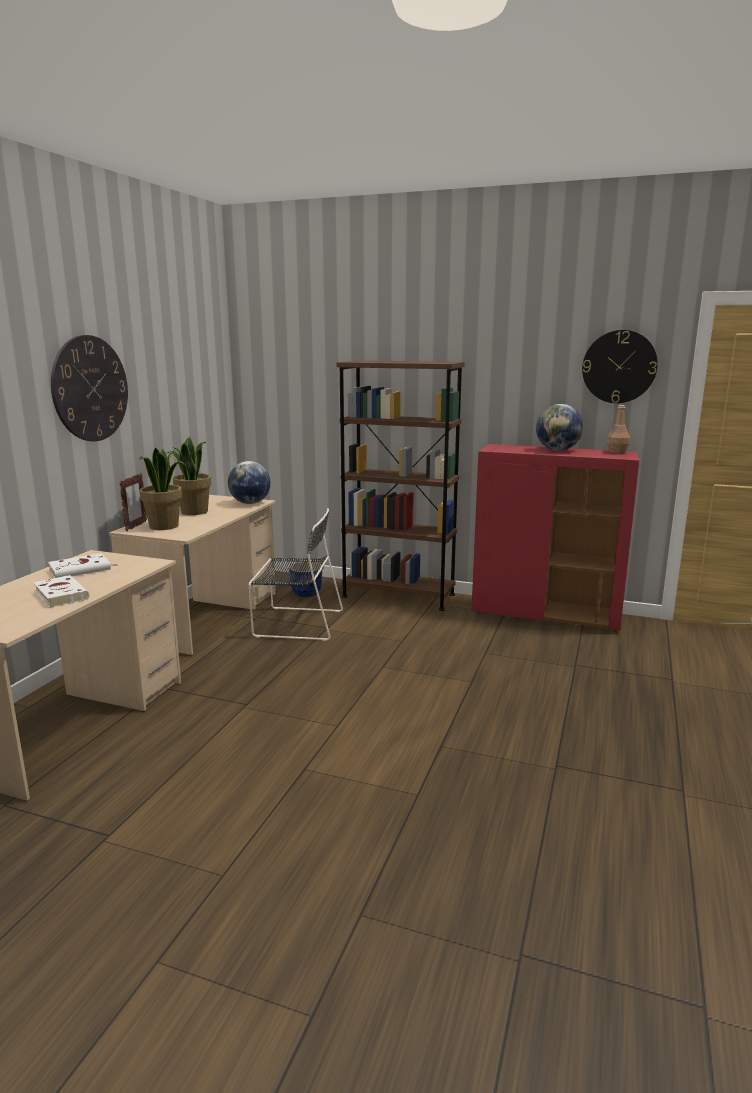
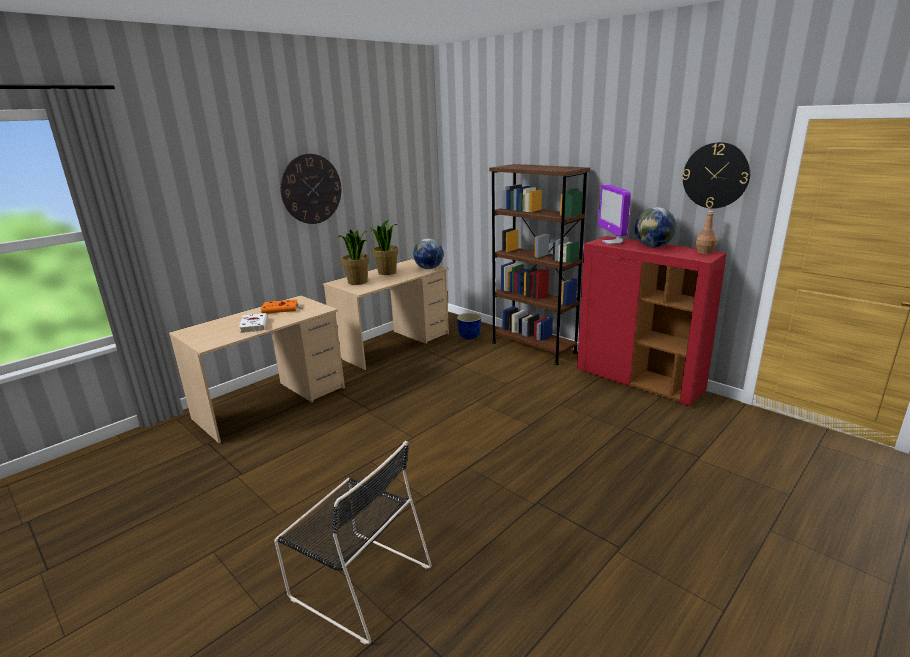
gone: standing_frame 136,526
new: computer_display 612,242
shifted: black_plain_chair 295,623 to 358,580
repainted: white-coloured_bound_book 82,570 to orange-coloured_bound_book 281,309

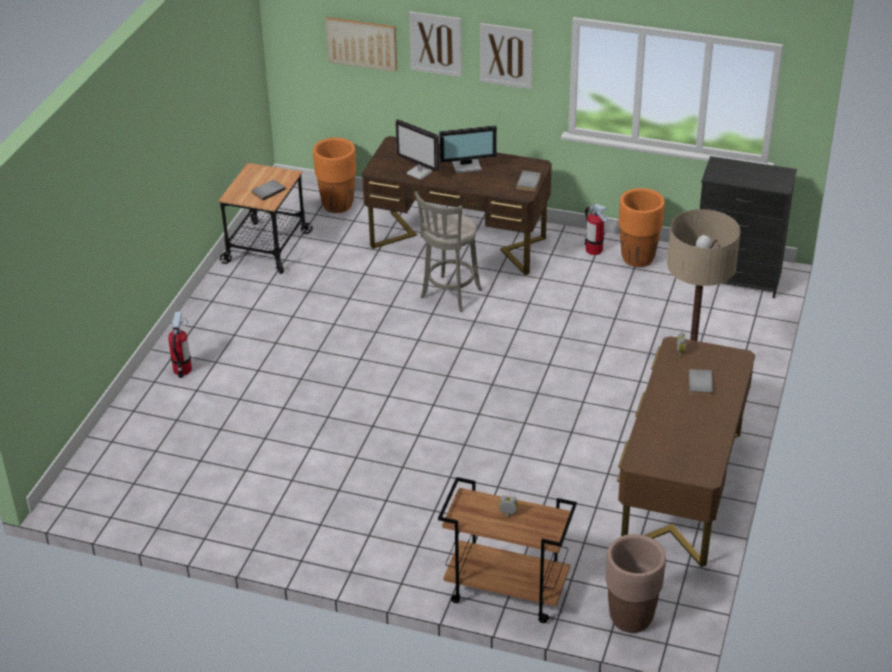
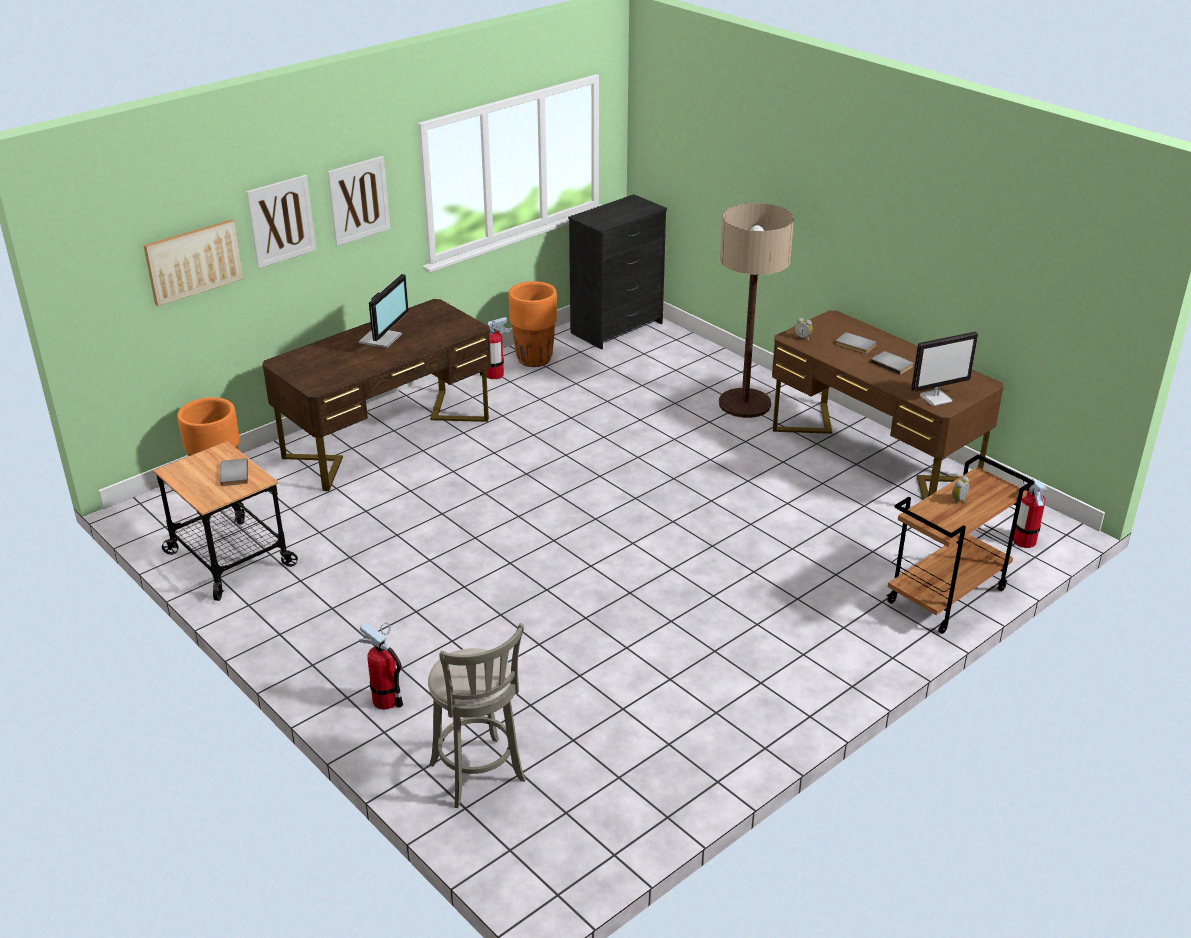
shifted: computer_display 419,173 to 936,398; grey_stool_seat 449,295 to 479,776; grey_bound_book 529,182 to 892,364
swapped: brownish_plant_pot 631,618 to fire_extinguisher 1024,541

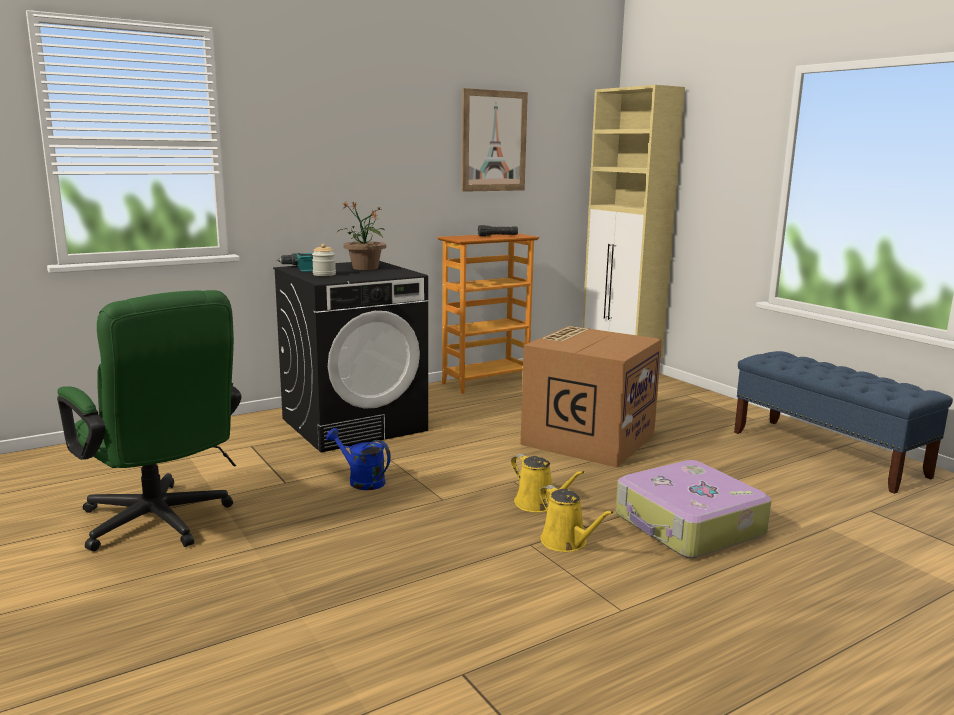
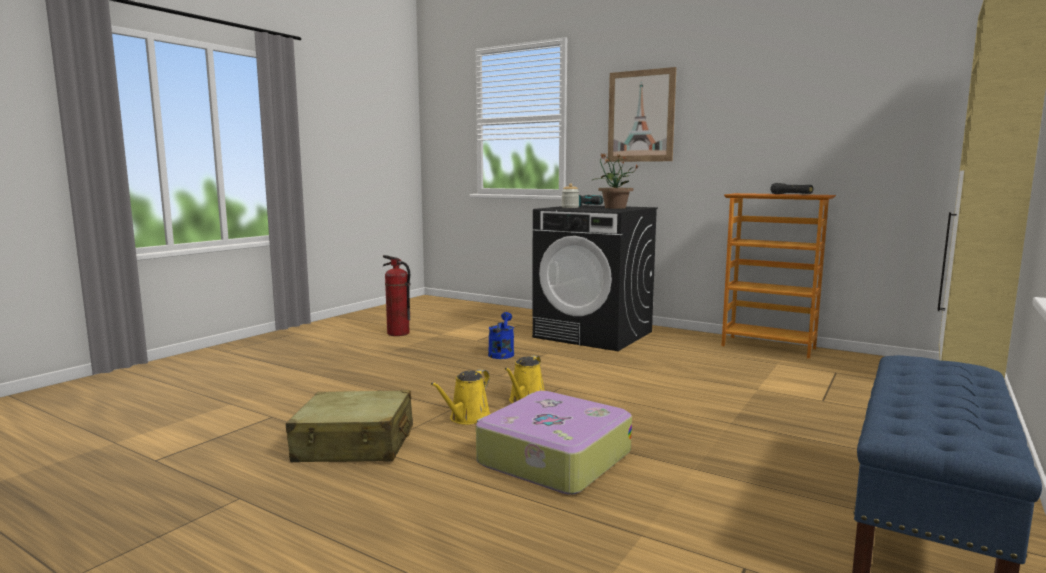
gone: packing_box 587,438
new: beige-coloured_suitcase 355,445
shifted: wall_picture 494,141 to 641,116
swapped: green_office_chair 161,524 to fire_extinguisher 398,333

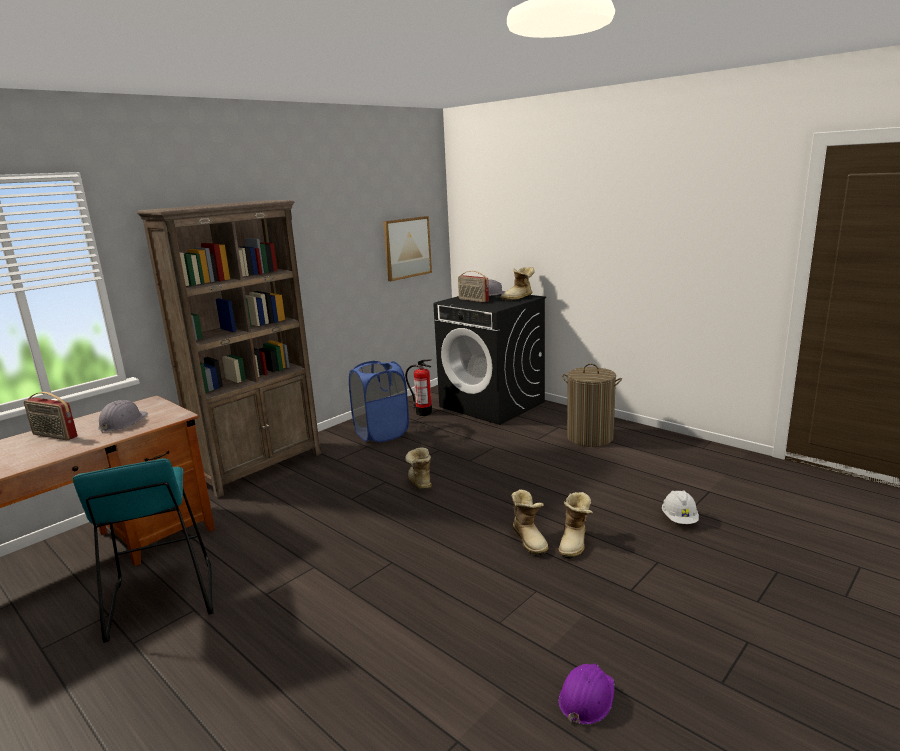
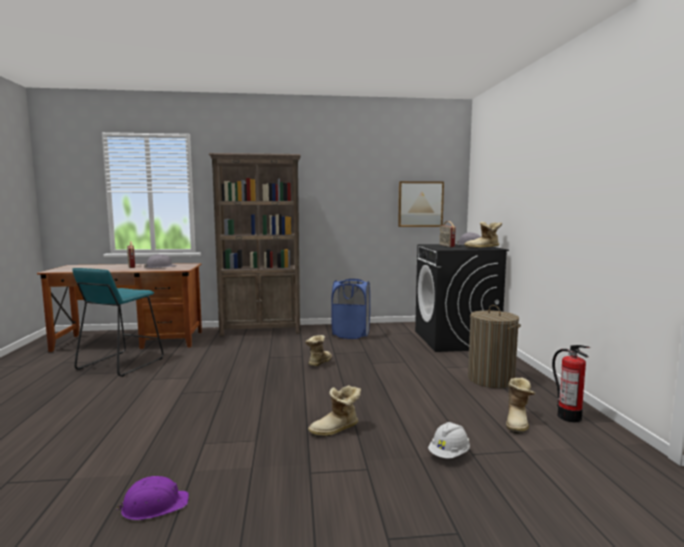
shifted: fire_extinguisher 424,412 to 569,417; high-top_boot 530,539 to 518,422

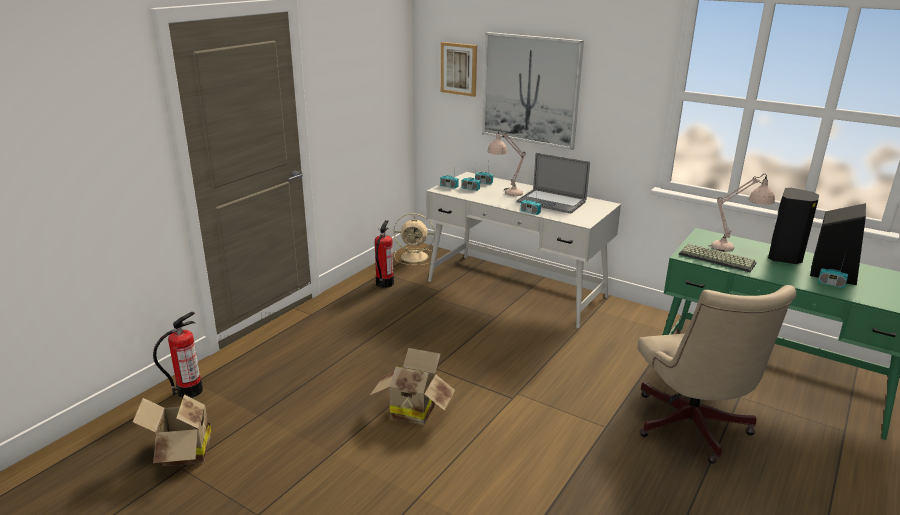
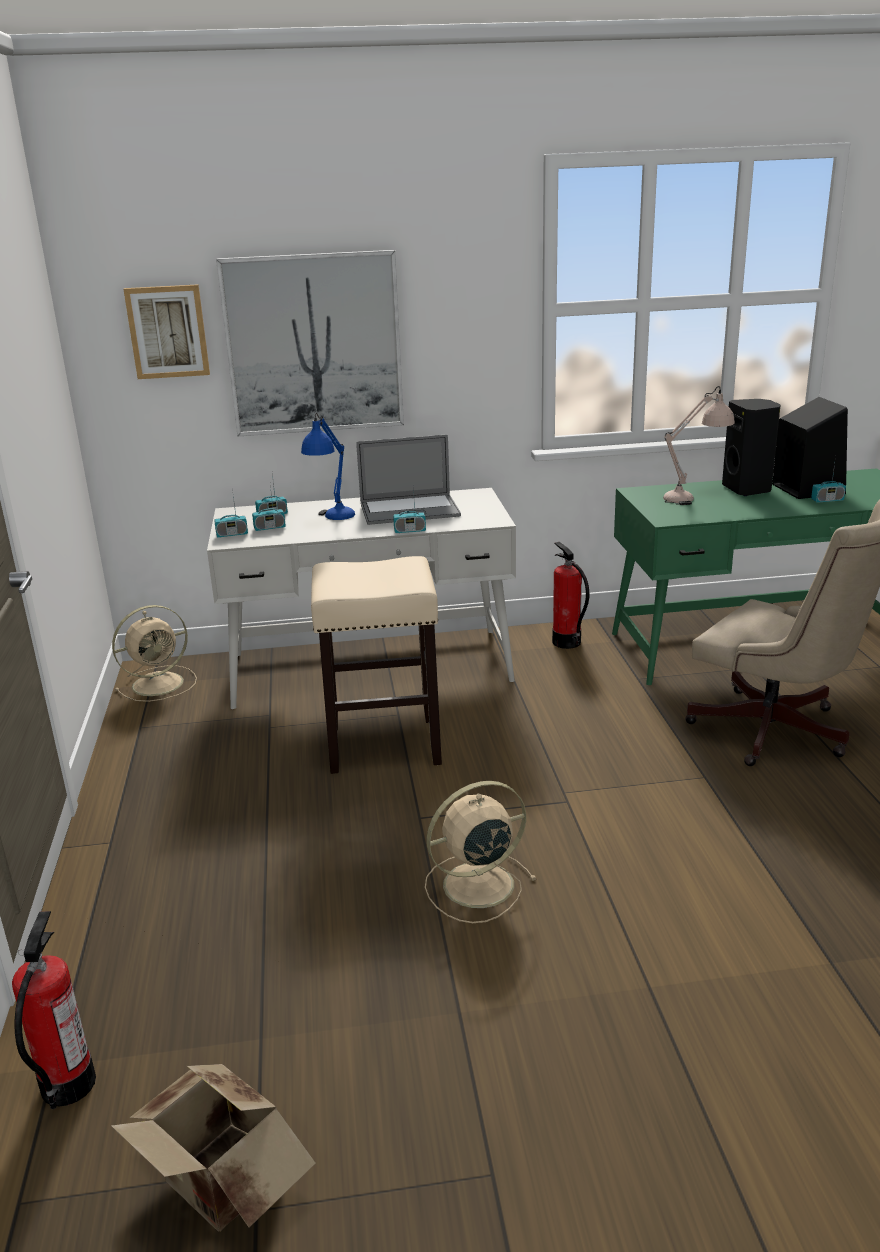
gone: computer_keyboard 715,259
new: beige-coloured_stool_seat 382,745
shifted: fire_extinguisher 384,283 to 566,642
swapped: packing_box 413,409 to beige-coloured_cooling_fan 475,886
repainted: beige-coloured_table_lamp 505,194 to blue_table_lamp 332,520

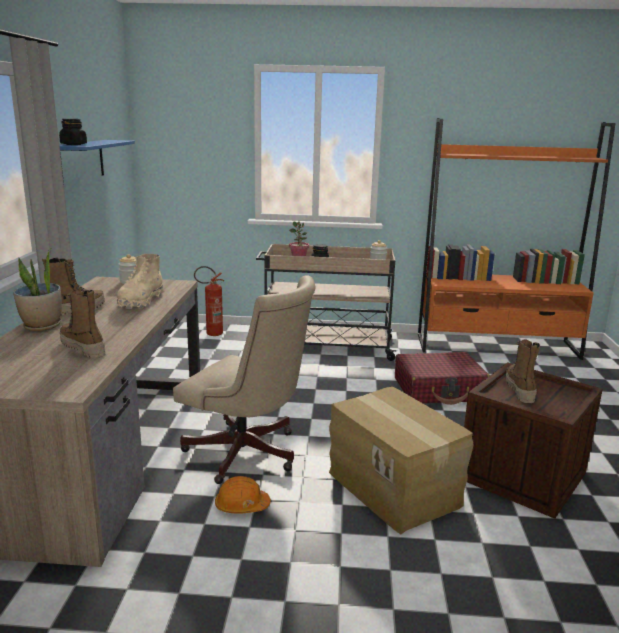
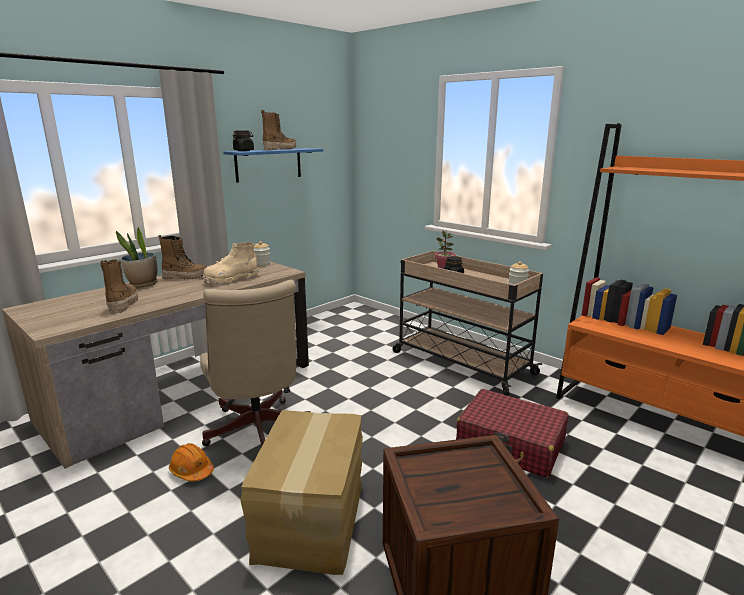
gone: fire_extinguisher 210,334
shifted: high-top_boot 519,389 to 280,149

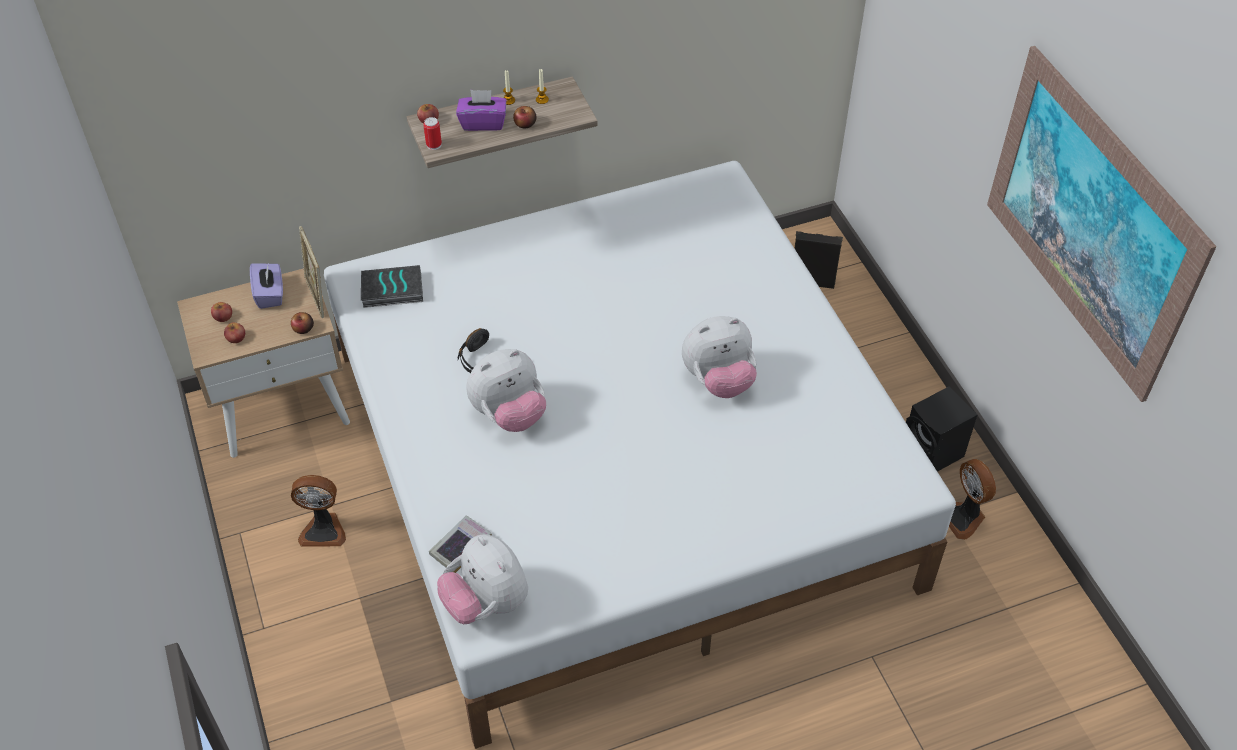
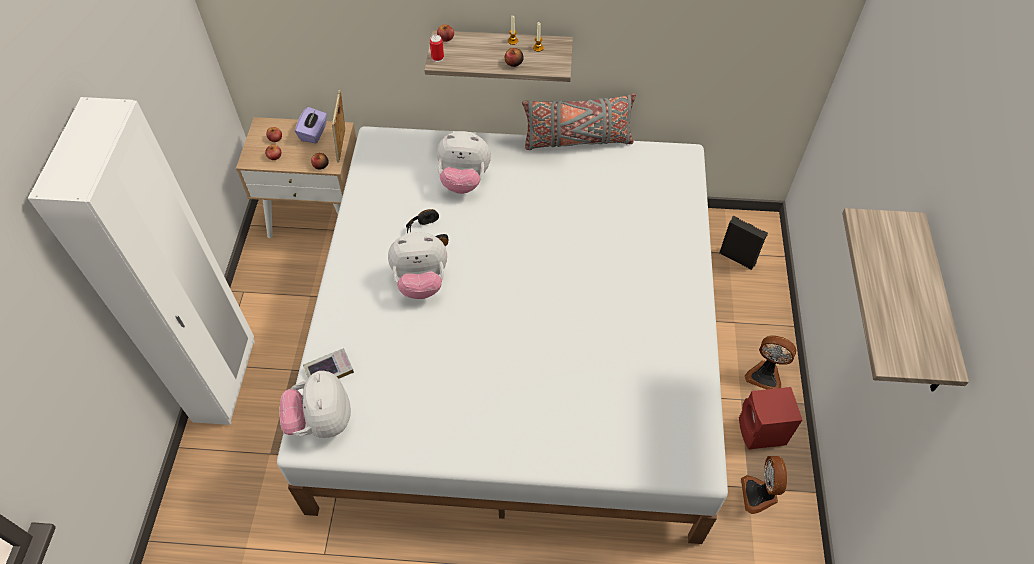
gone: bound_book 391,291; purplish_tissue_holder 483,122
new: white-coloured_armoire 226,380; grey_pillow 577,141
shifted: cooling_fan 323,529 to 765,375; cuddly_toy 718,380 to 464,180
swapped: wall_picture 1090,222 to bracket_shelf 932,310
repainted: black_loudspeaker 933,454 to red_loudspeaker 761,433

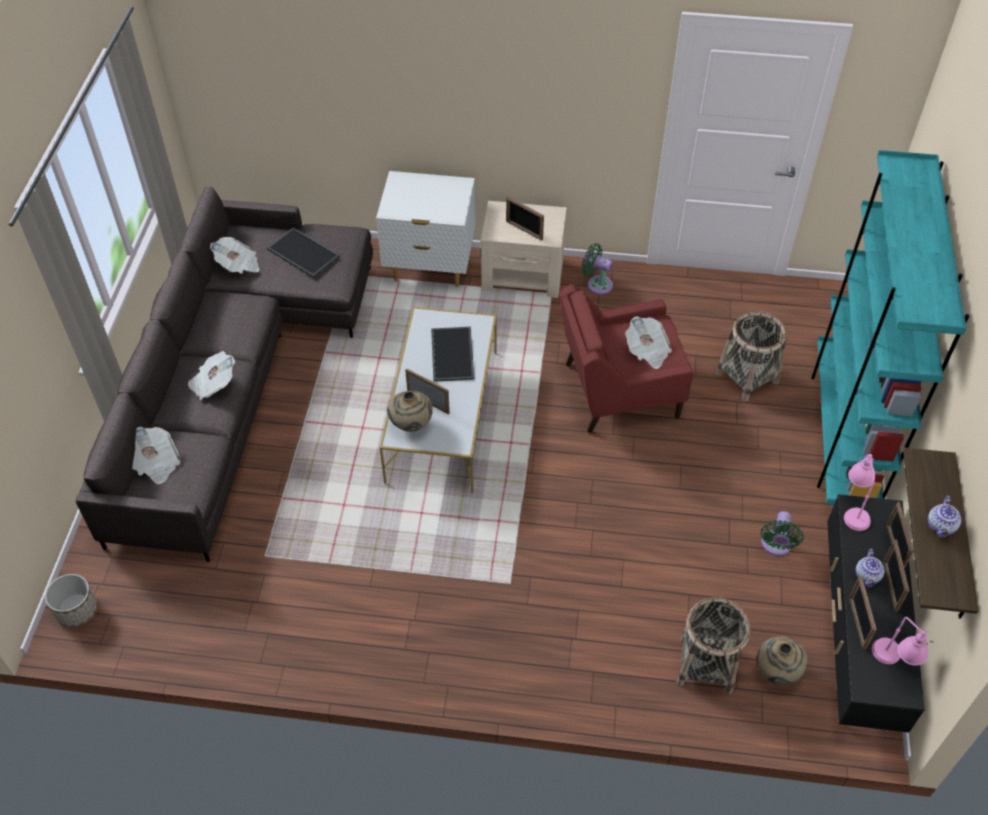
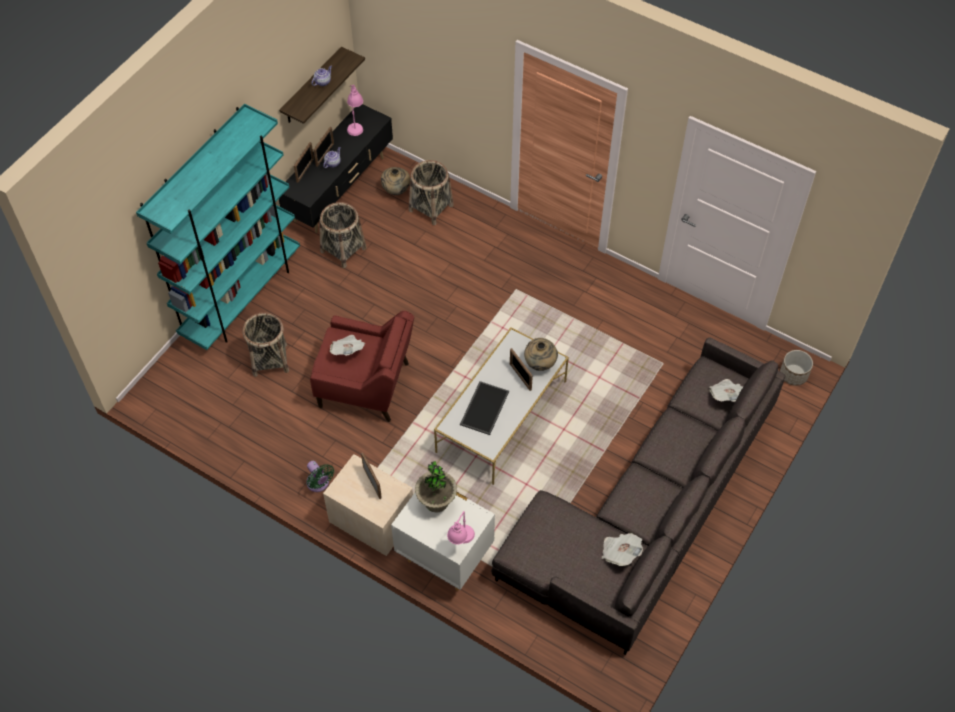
gone: printed_paper 213,384; tray 301,253; standing_frame 857,623
new: houseplant 436,501
shifted: pink_table_lamp 853,509 to 461,542
swapped: green_cooling_fan 775,546 to household_basket 343,250

